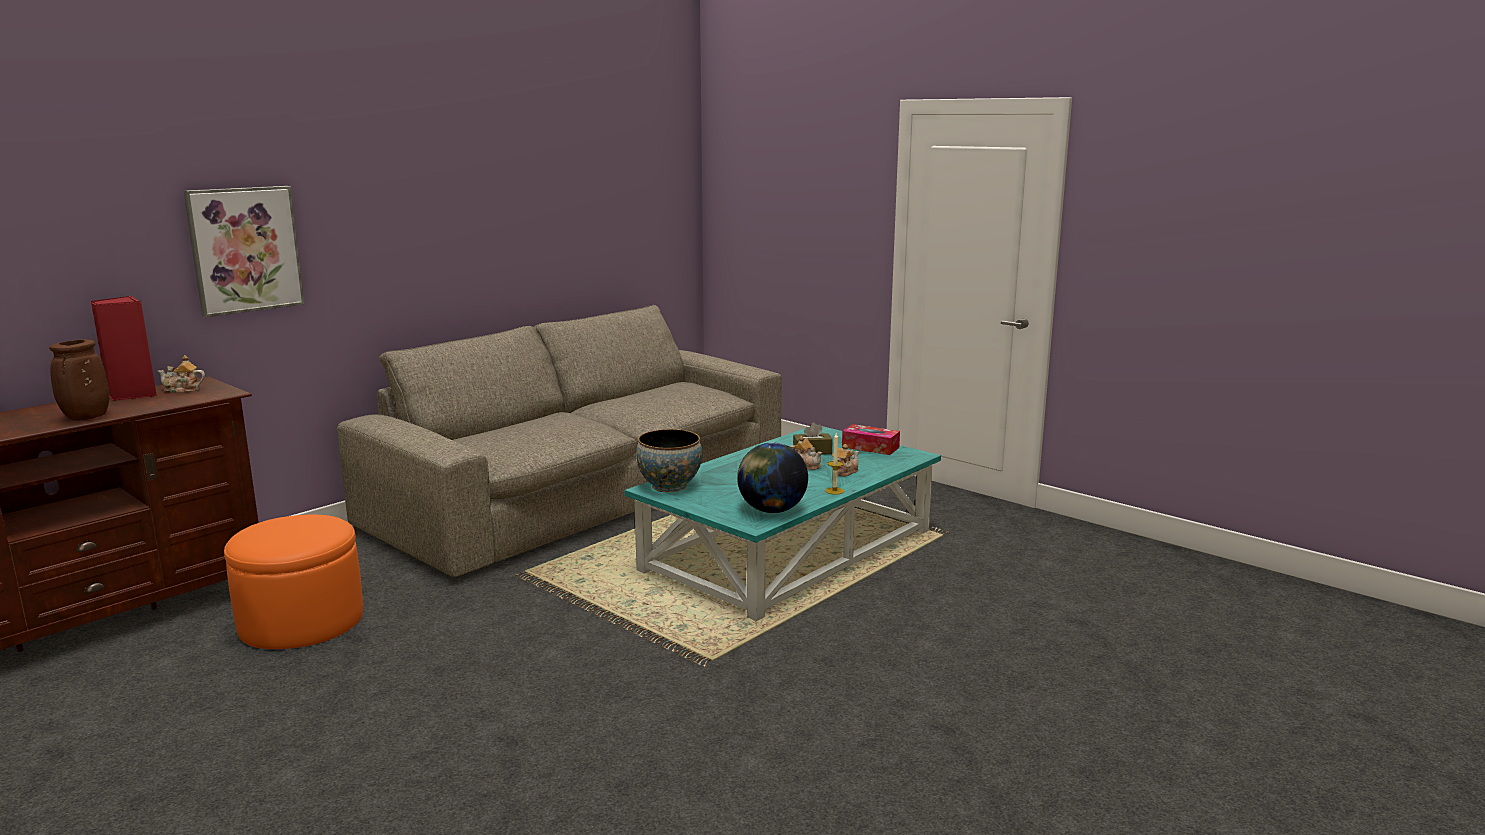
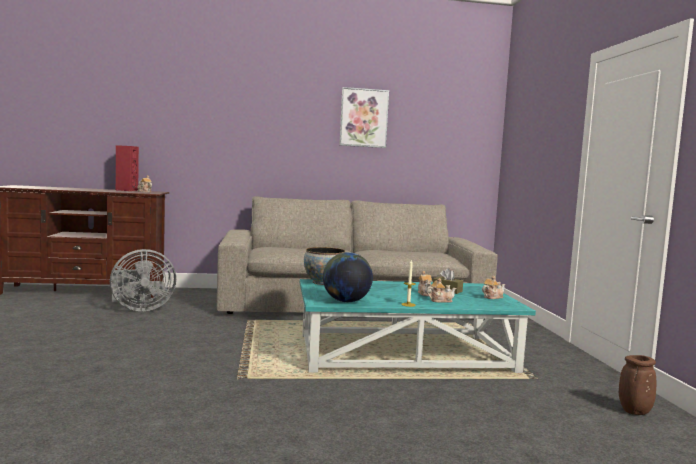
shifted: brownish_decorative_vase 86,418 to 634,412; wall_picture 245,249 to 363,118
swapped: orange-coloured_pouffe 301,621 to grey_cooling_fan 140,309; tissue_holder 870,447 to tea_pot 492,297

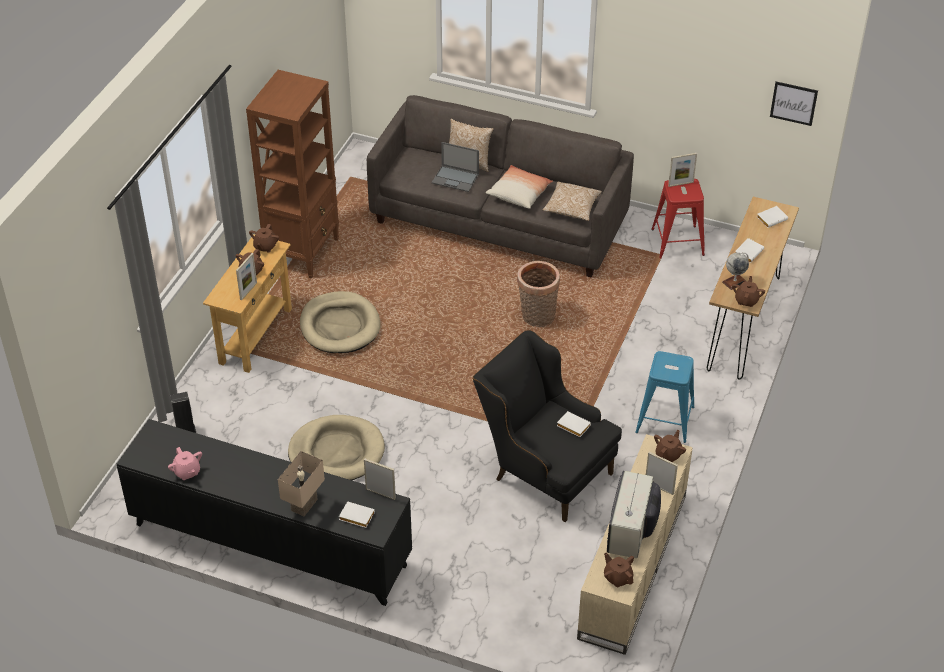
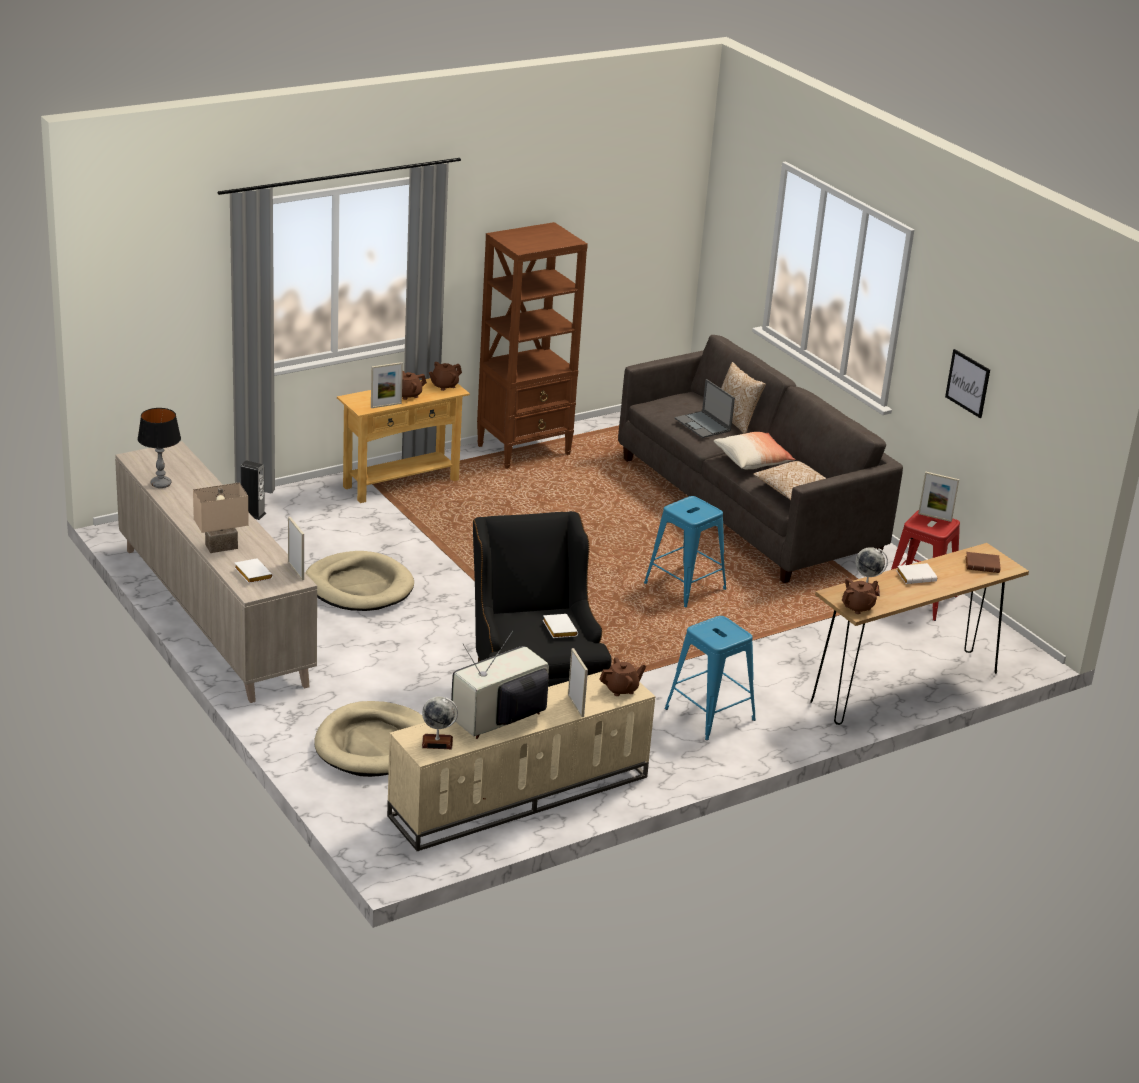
shifted: beige-coloured_dog_cushion 340,326 to 373,744; wall_picture 793,103 to 968,383
swapped: pink_tea_pot 187,472 to table_lamp 160,484; household_basket 537,317 to blue_stool_seat 685,586; brownish_tea_pot 618,577 to world_globe 437,742
repainted: black_cabinet 270,545 to beige-coloured_cabinet 213,616; white-coloured_bound_book 772,218 to brownish_bound_book 983,565

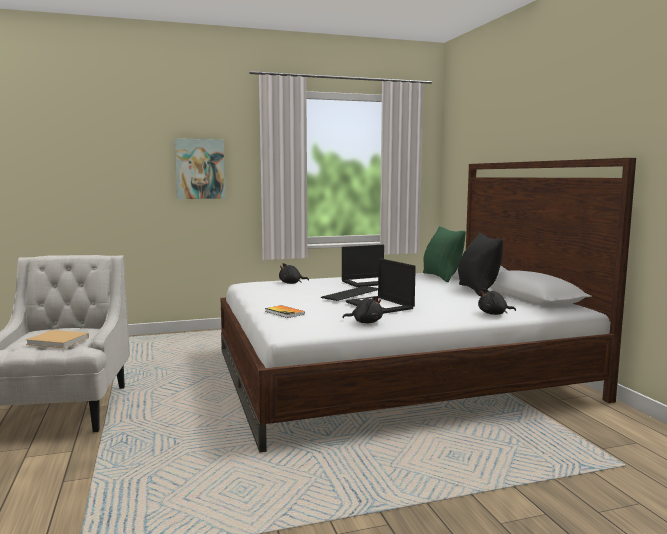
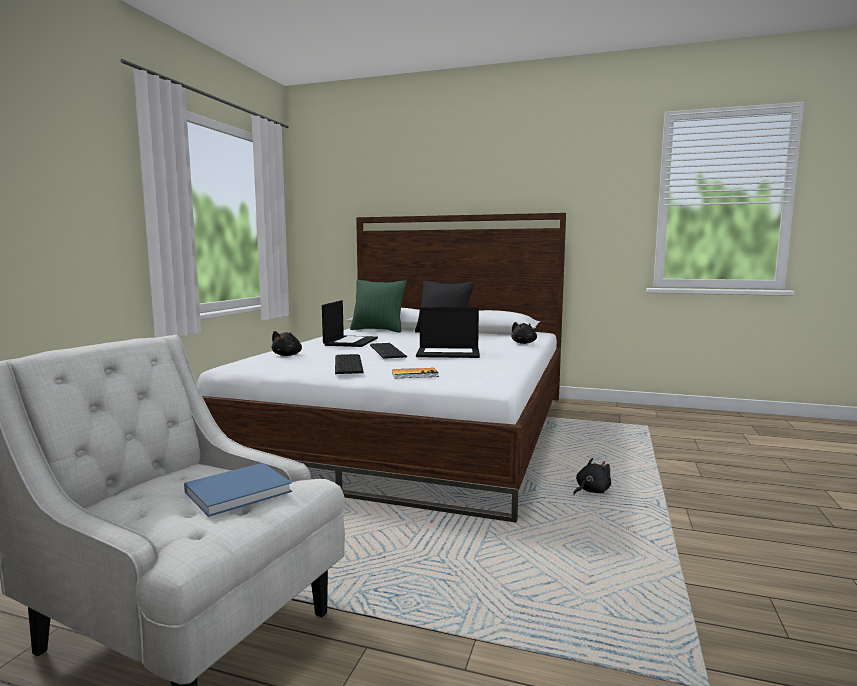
gone: wall_picture 200,169
new: computer_keyboard 350,364
shifted: black_cuddly_toy 365,322 to 591,491
repainted: beige-coloured_bound_book 59,341 to blue_bound_book 241,491

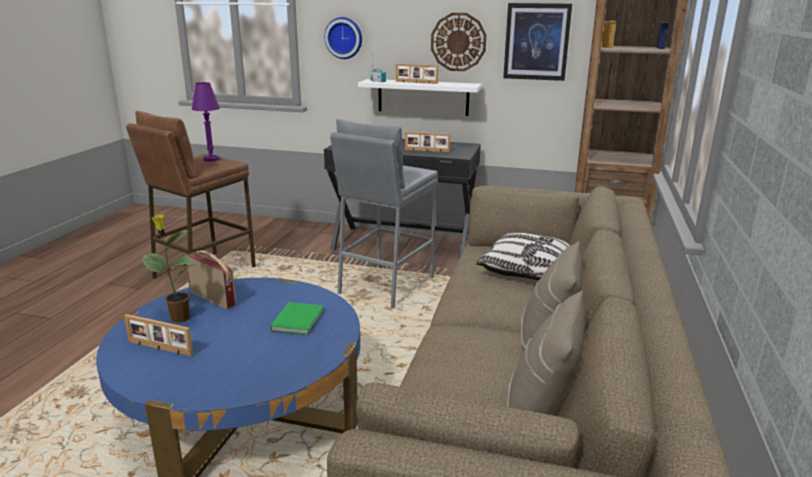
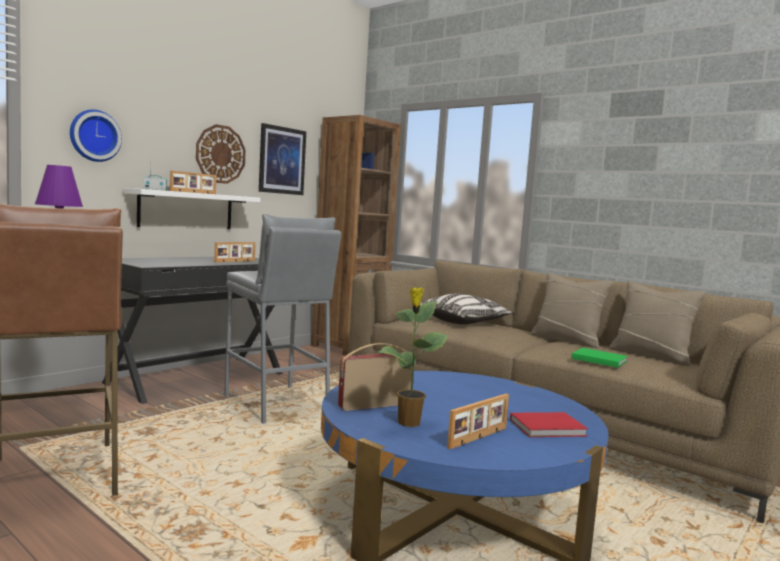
new: red_bound_book 549,428
shifted: green_bound_book 299,320 to 598,359

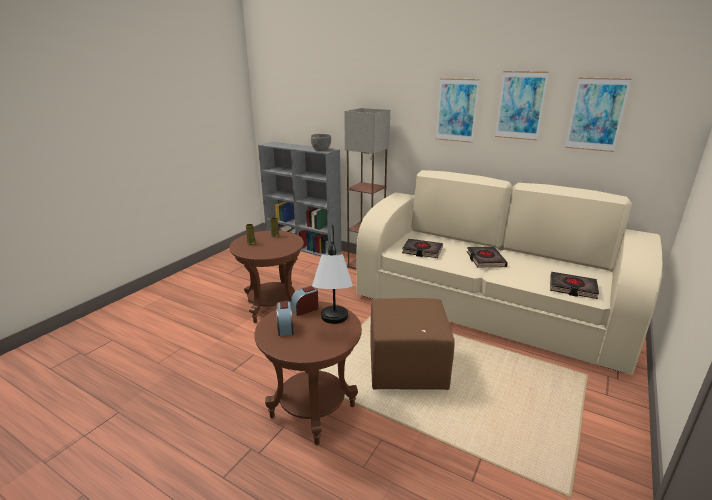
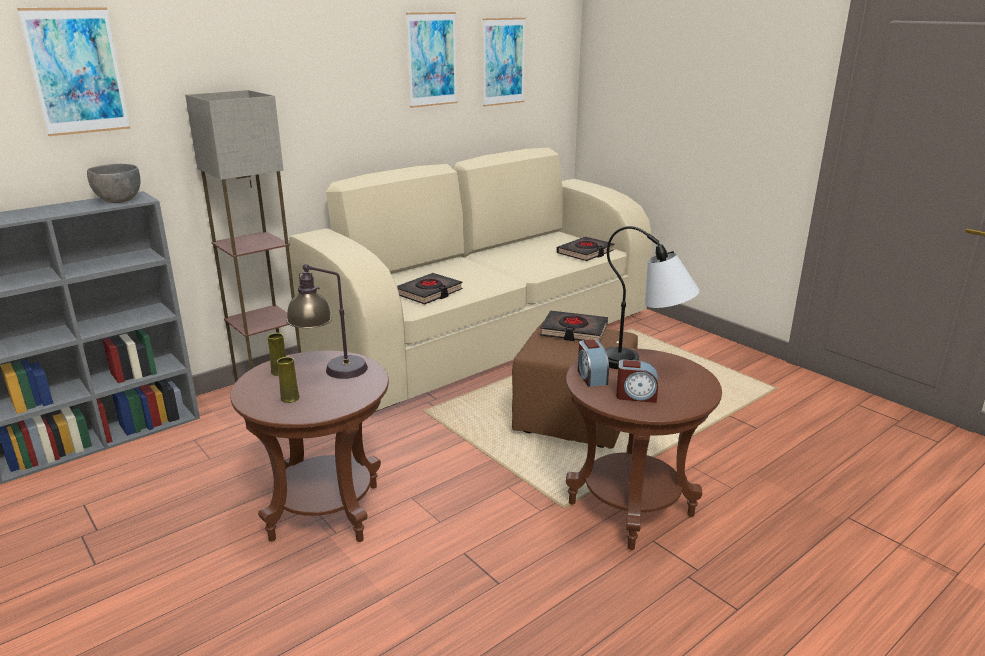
new: table_lamp 331,373
shifted: wall_picture 456,110 to 77,71; black_bound_book 485,260 to 573,331

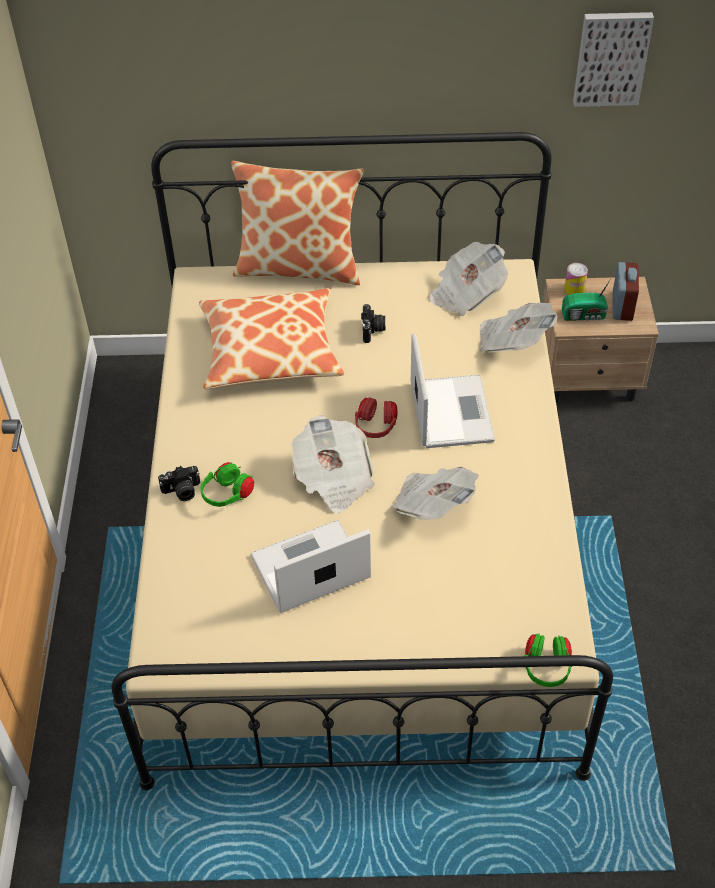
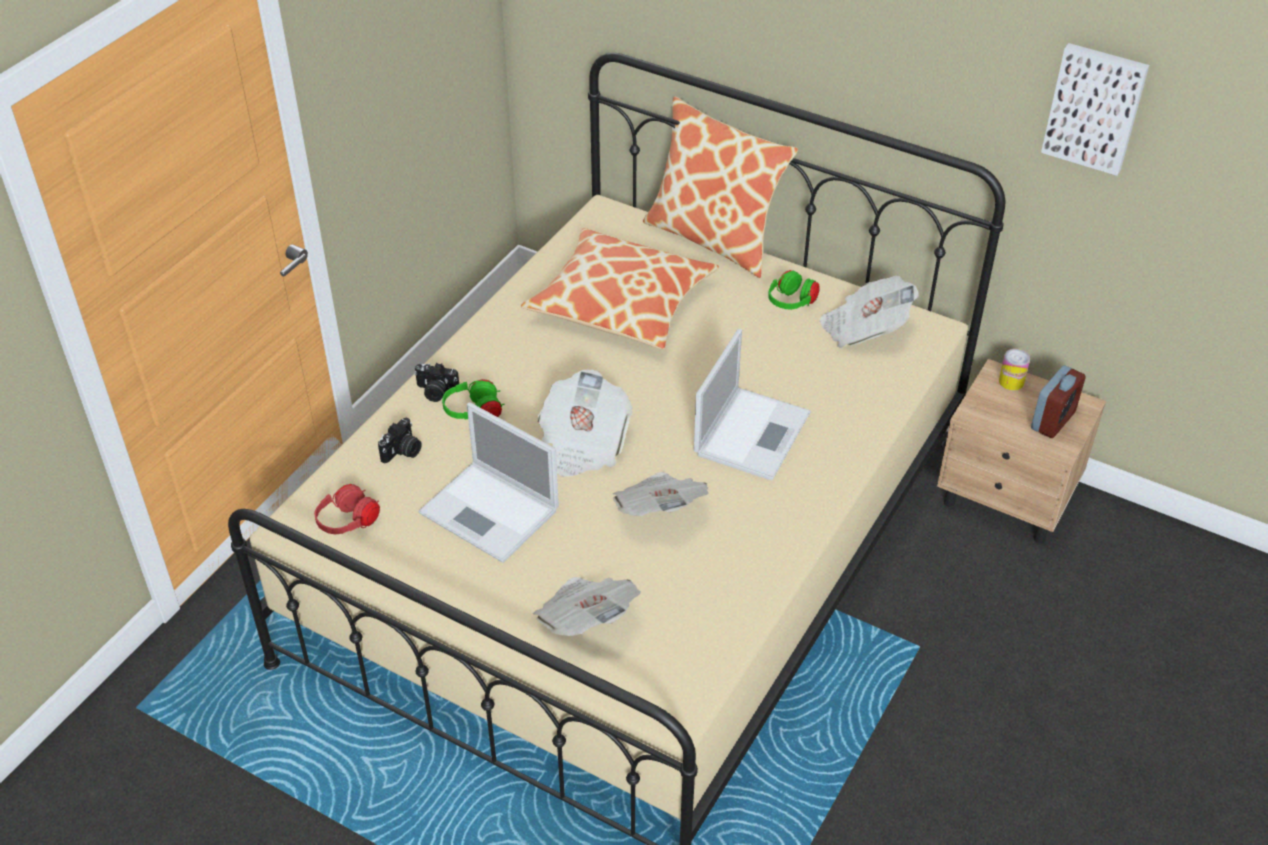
gone: radio_set 585,315
shifted: red_pair_of_headphones 376,427 to 348,523; still_camera 373,330 to 403,452; printed_paper 513,342 to 586,620; green_pair_of_headphones 546,668 to 791,303
rotated: notebook_computer 308,569 = 491,512 150 degrees counterclockwise

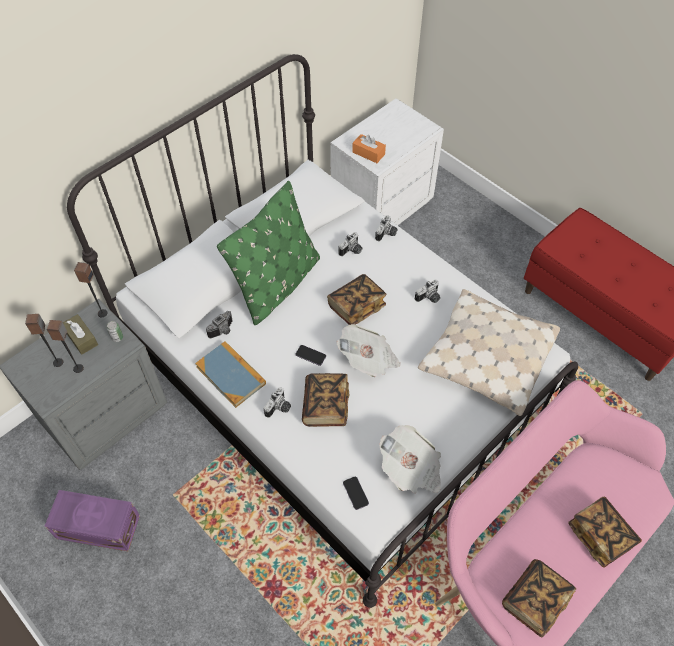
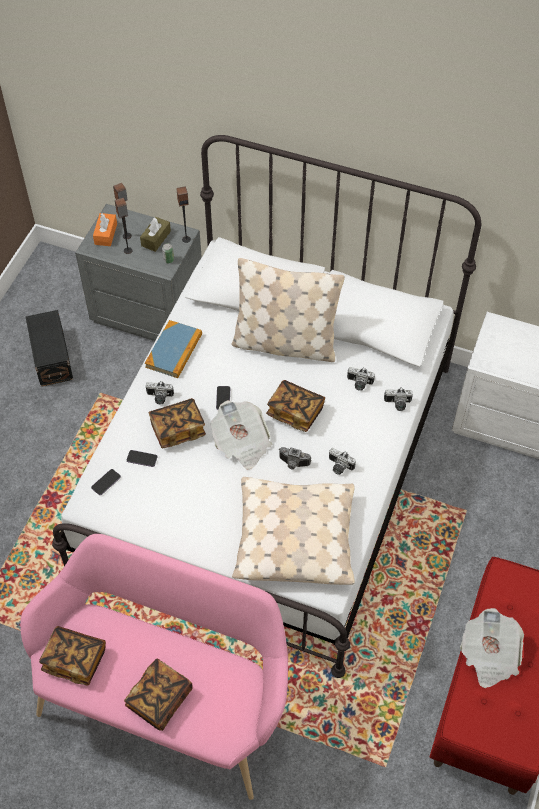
new: telephone 142,459
shifted: still_camera 223,331 to 293,464; orange-coloured_tissue_holder 368,153 to 106,234; printed_paper 411,469 to 489,656
repainted: purplish_storage_container 97,525 to black_storage_container 52,356; green_pillow 277,285 to beige-coloured_pillow 285,343

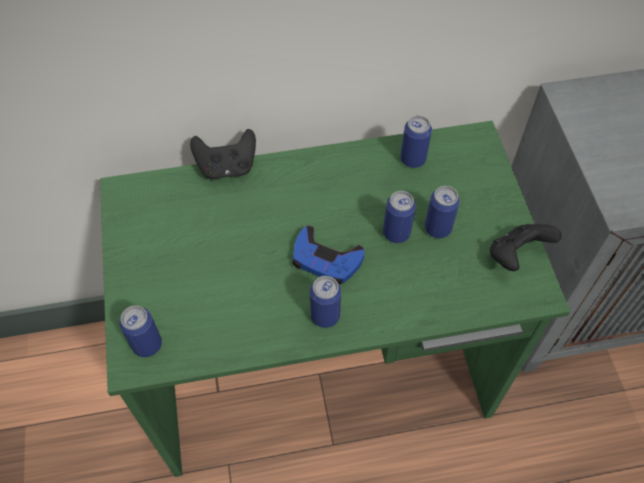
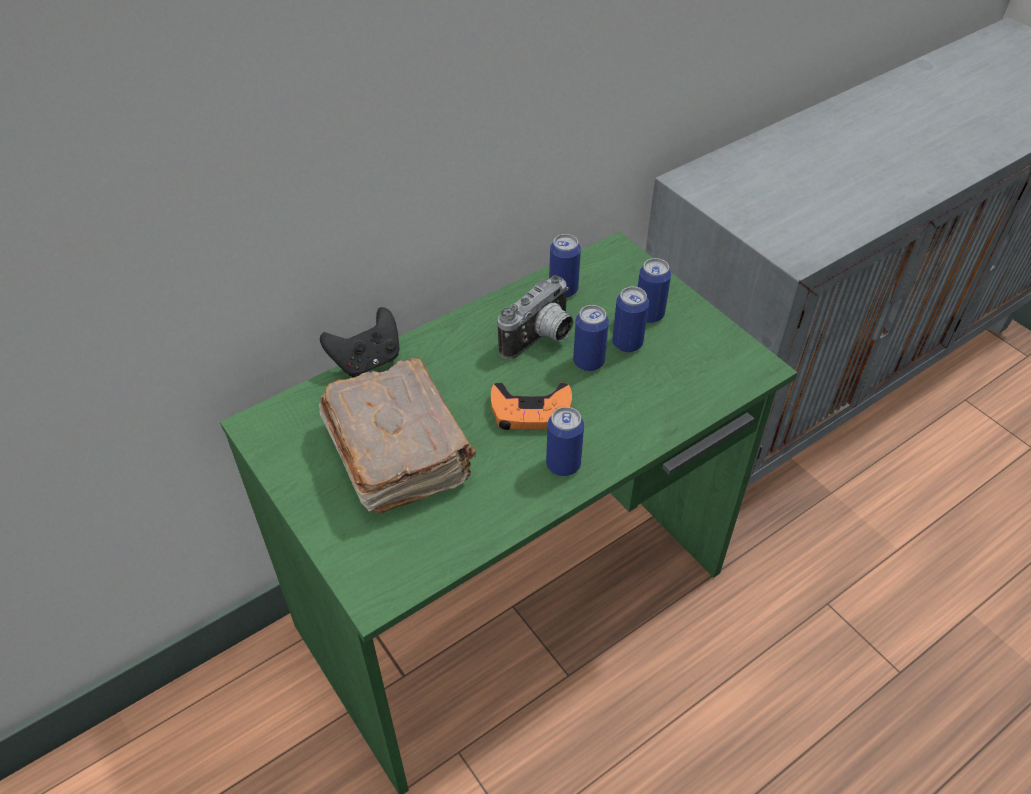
gone: black_gamepad 516,256
new: brownish_bound_book 398,451; still_camera 541,339
shifted: metal_can 147,344 to 649,314
repainted: blue_gamepad 326,259 to orange-coloured_gamepad 531,412

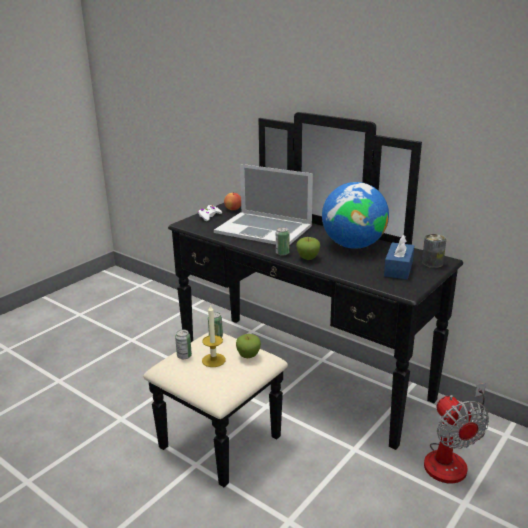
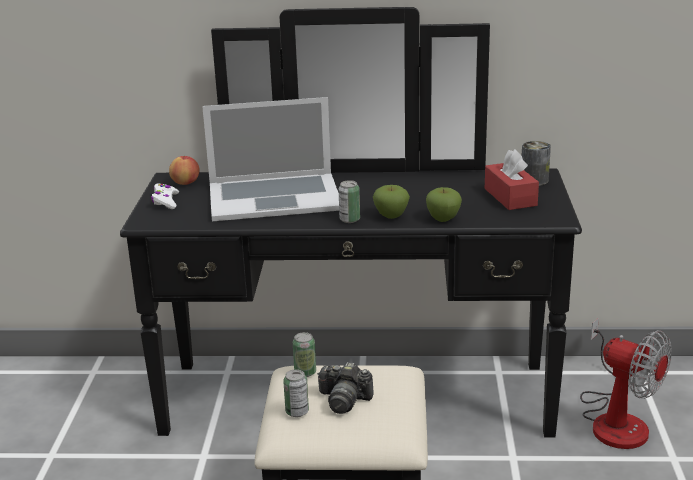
gone: world_globe 353,245
shifted: apple_fruit 248,356 to 443,219
swapped: wax_light 213,360 to still_camera 344,400
repainted: blue_tissue_holder 398,269 to red_tissue_holder 510,197

